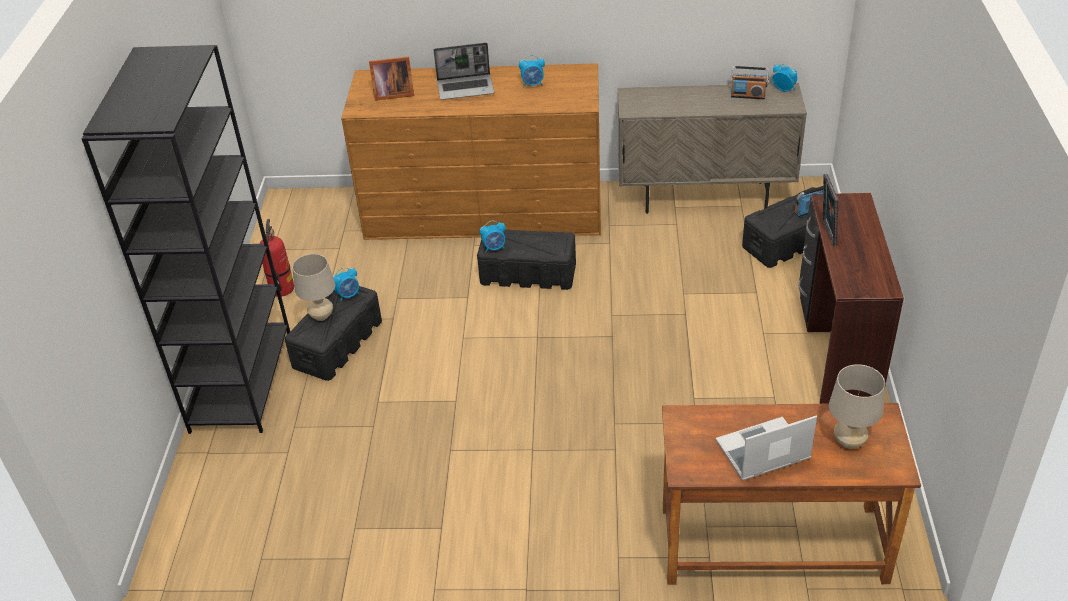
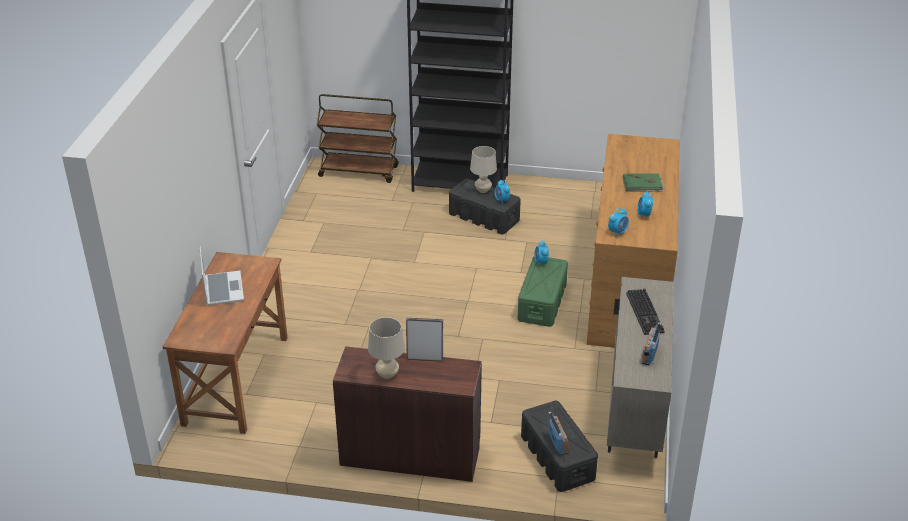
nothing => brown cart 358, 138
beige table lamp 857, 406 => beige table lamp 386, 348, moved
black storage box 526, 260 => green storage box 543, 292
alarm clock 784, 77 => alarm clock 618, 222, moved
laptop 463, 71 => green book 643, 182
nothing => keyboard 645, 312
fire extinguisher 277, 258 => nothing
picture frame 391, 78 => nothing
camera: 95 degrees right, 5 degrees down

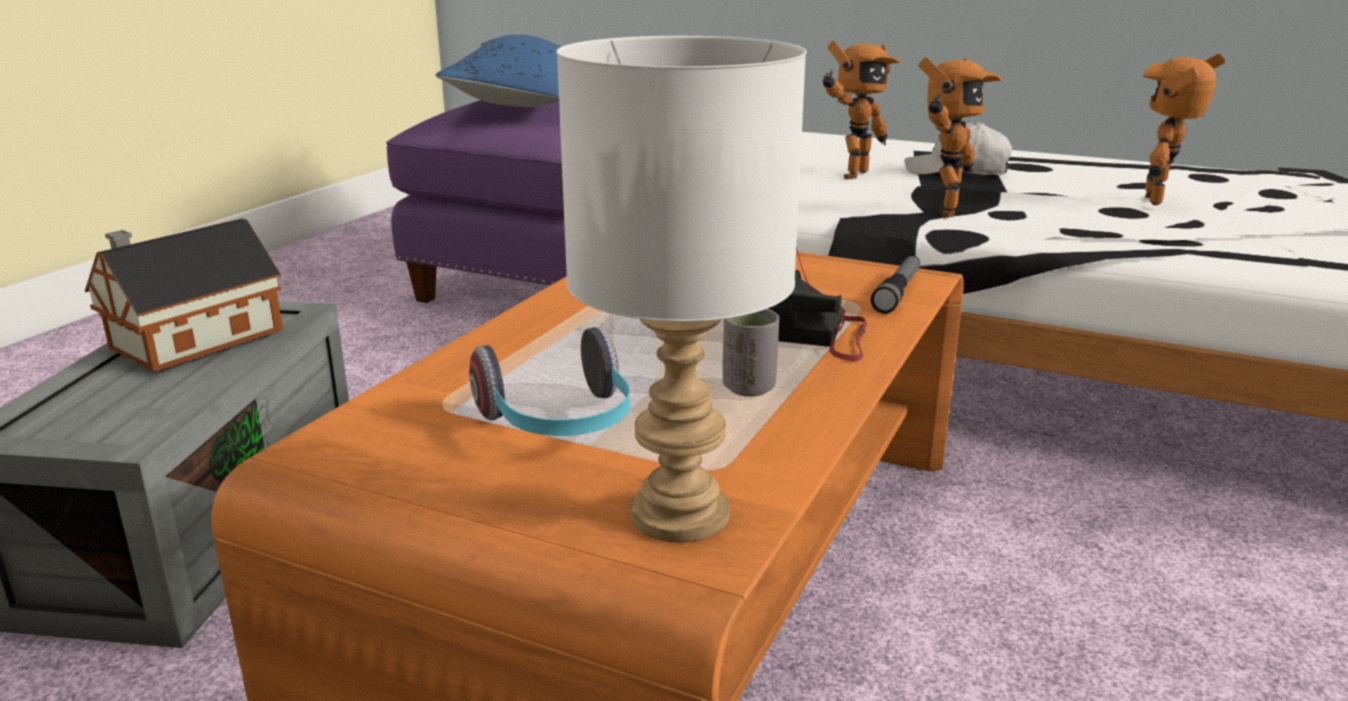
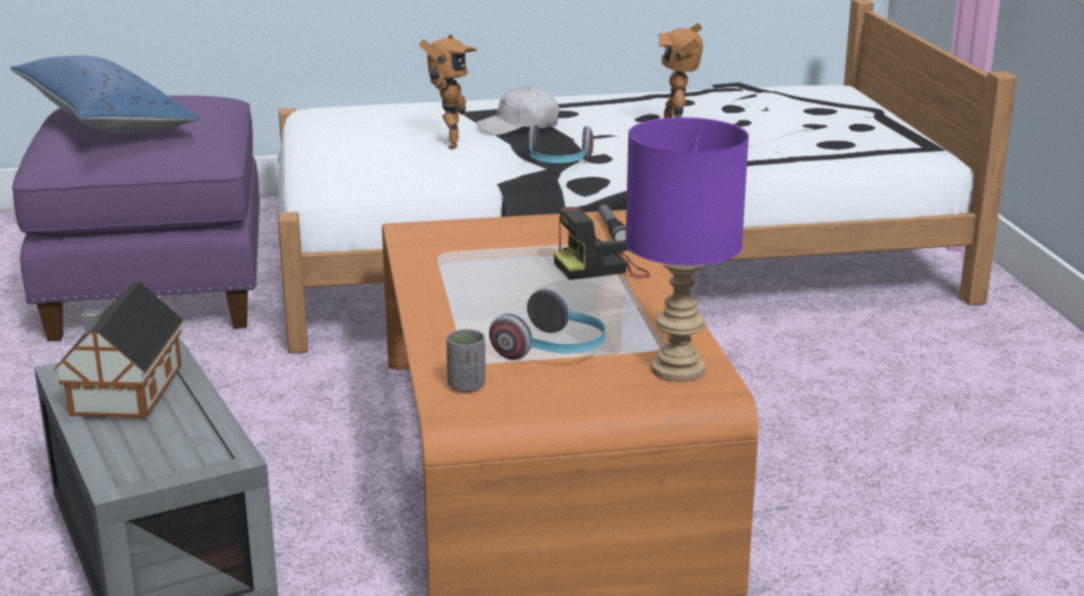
grey cup 751, 353 => grey cup 465, 361, moved
toy robot 960, 138 => headphones 560, 144
white table lamp 681, 289 => purple table lamp 687, 249
camera: 35 degrees left, 0 degrees up

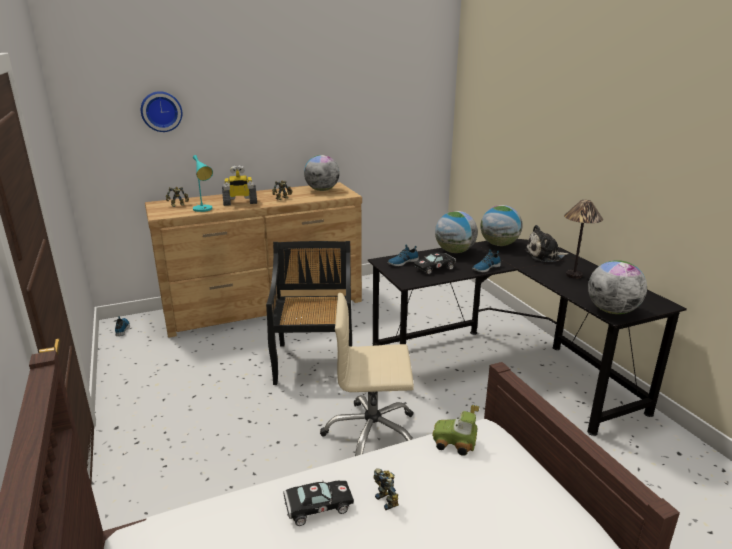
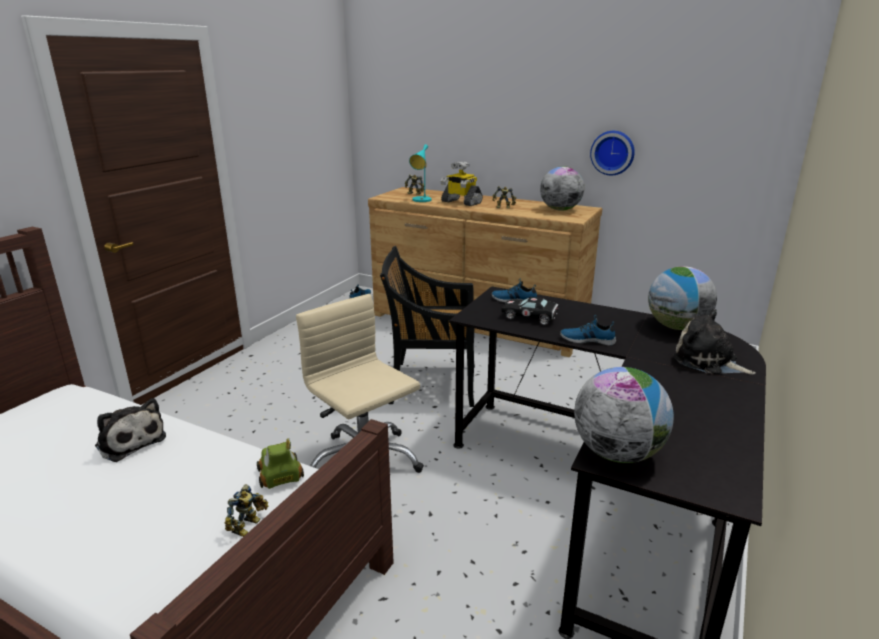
black toy car 318, 503 => plush toy 130, 430
toy robot 386, 489 => toy robot 246, 510, moved
black chair 309, 313 => black chair 427, 326, 135 degrees counterclockwise
wall clock 161, 111 => wall clock 612, 153, moved
globe 456, 232 => nothing
table lamp 583, 239 => nothing
camera: 50 degrees right, 0 degrees up

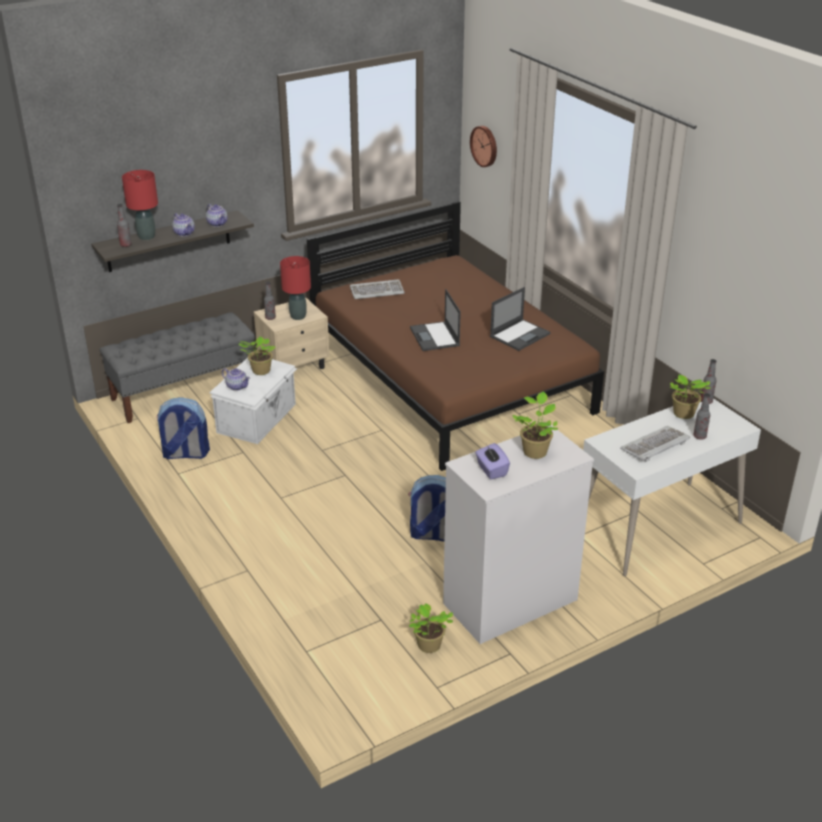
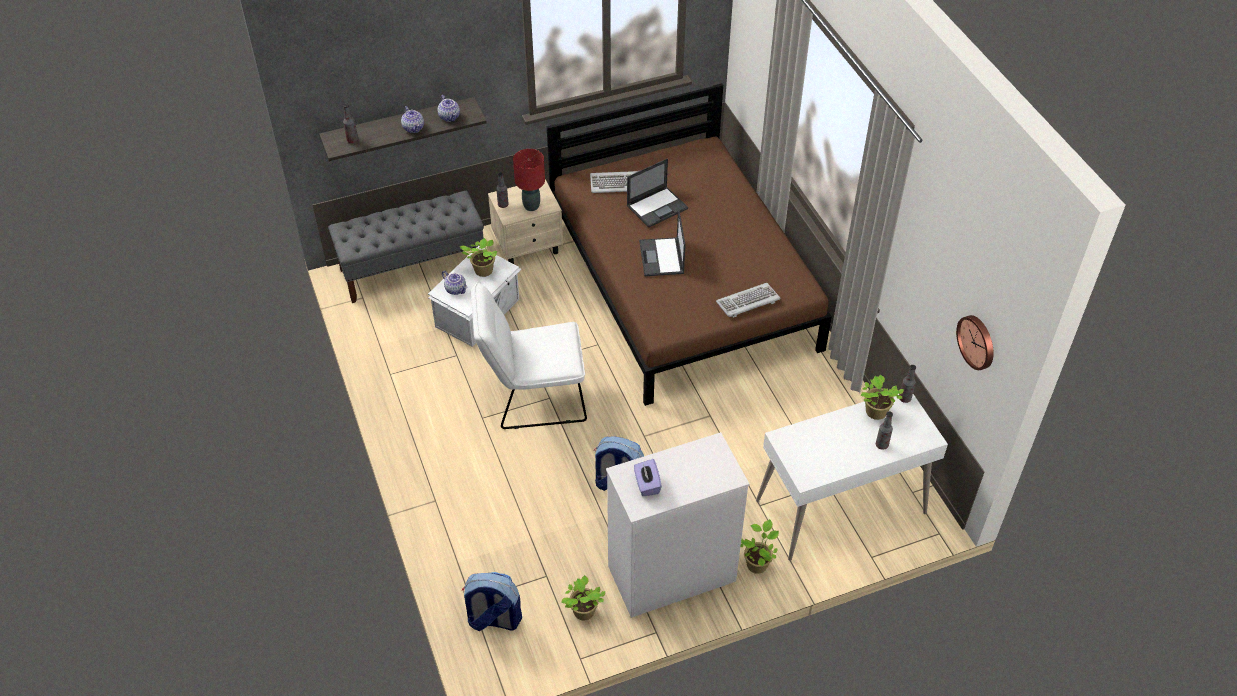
backpack 182, 428 => backpack 492, 601, moved
nothing => white chair 529, 355
laptop 520, 319 => laptop 657, 192, moved
keyboard 655, 444 => keyboard 748, 300, moved
potted plant 535, 425 => potted plant 760, 546, moved
wall clock 483, 146 => wall clock 975, 342, moved
red table lamp 140, 205 => nothing
camera: 10 degrees right, 15 degrees up

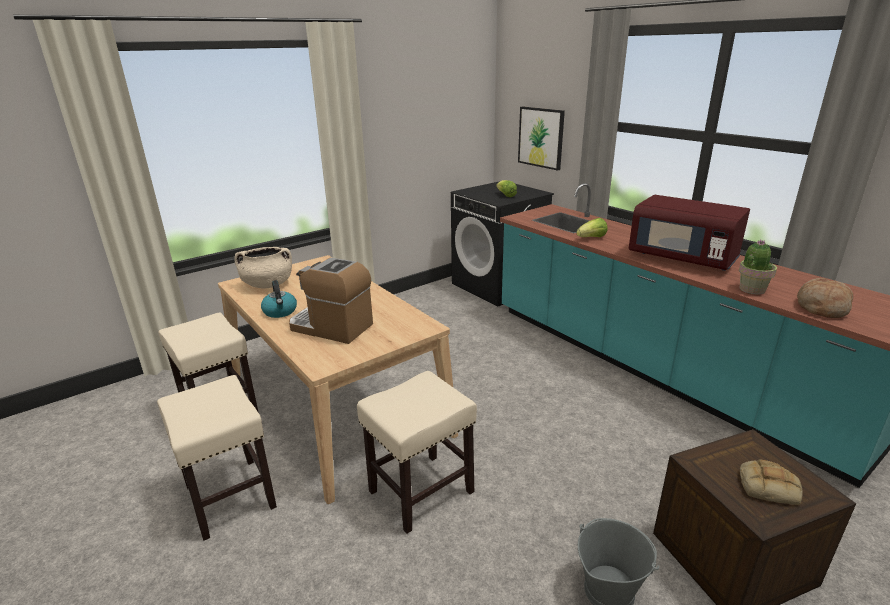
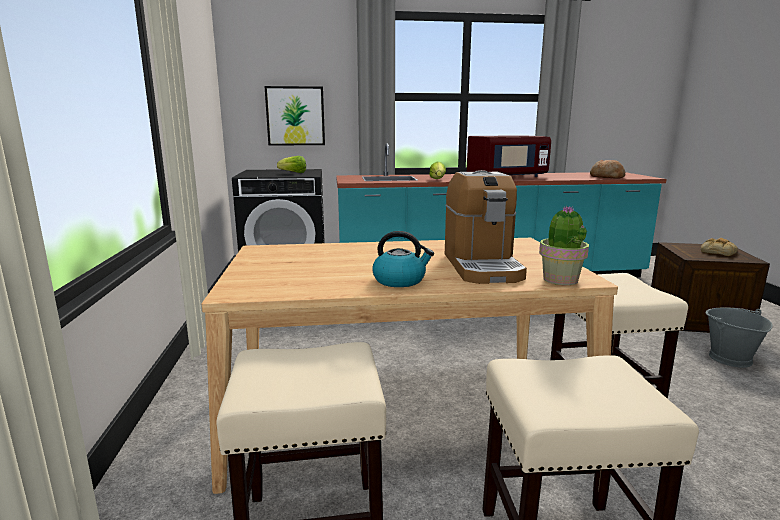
coffee machine 331, 301 => coffee machine 486, 227, 60 degrees counterclockwise
potted plant 758, 267 => potted plant 564, 245, moved
beige cooking pot 263, 267 => nothing
camera: 60 degrees left, 10 degrees down

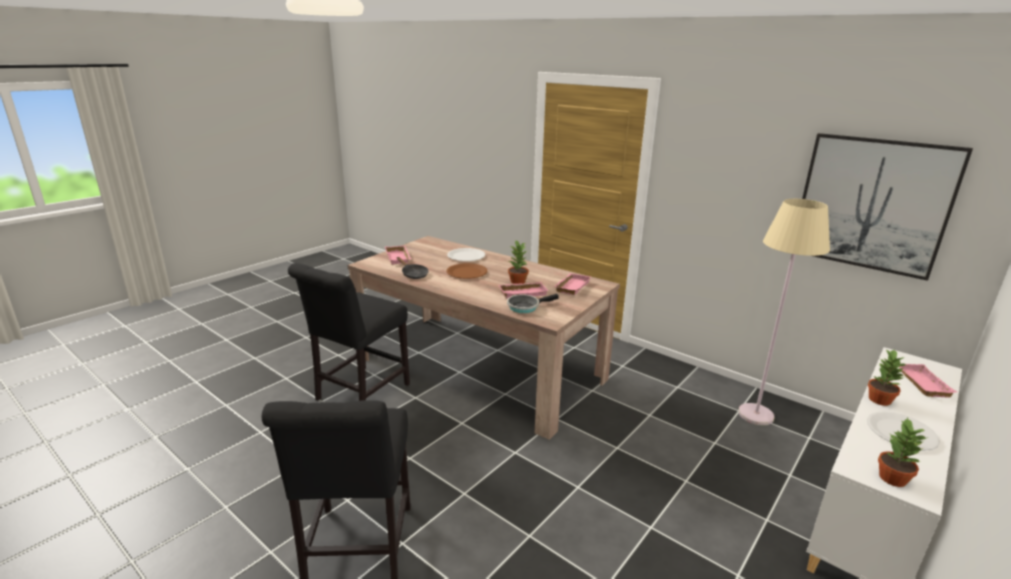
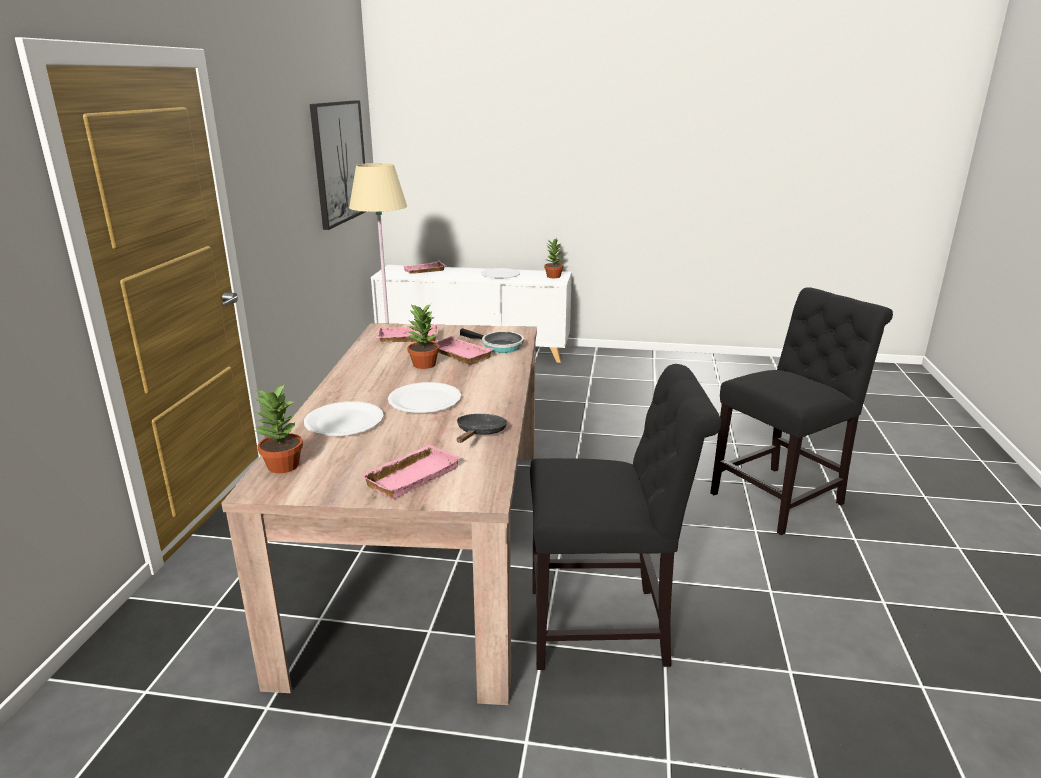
potted plant 887, 377 => potted plant 278, 429, moved
brown plate 467, 271 => white plate 425, 397
camera: 120 degrees left, 0 degrees up

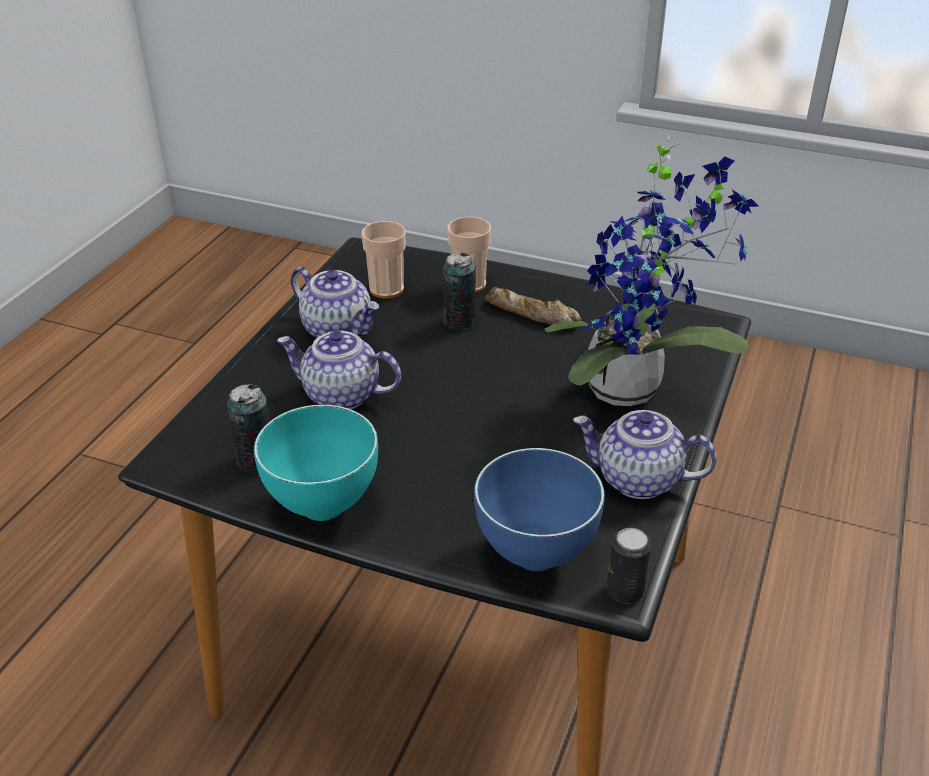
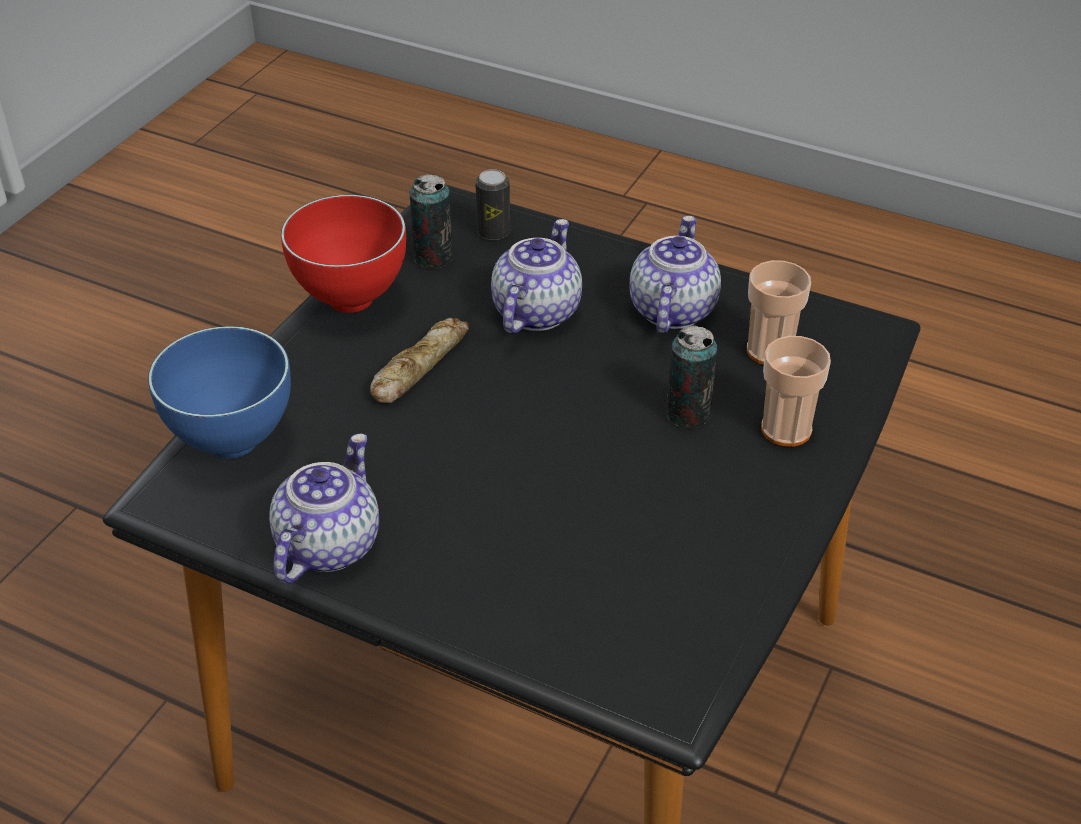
turquoise bowl 316, 462 => red bowl 343, 254
bread 533, 308 => bread 419, 360, moved
can 629, 565 => can 492, 204, moved
teapot 335, 302 => teapot 675, 274, 150 degrees clockwise
potted plant 652, 270 => nothing
camera: 95 degrees right, 5 degrees up

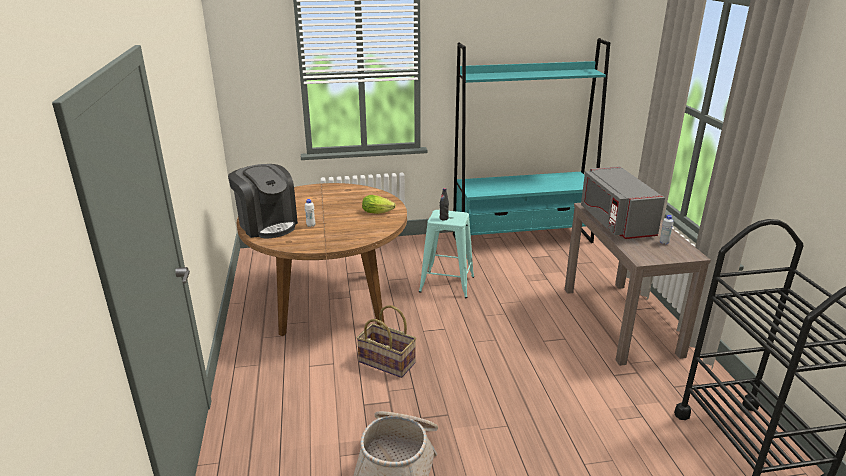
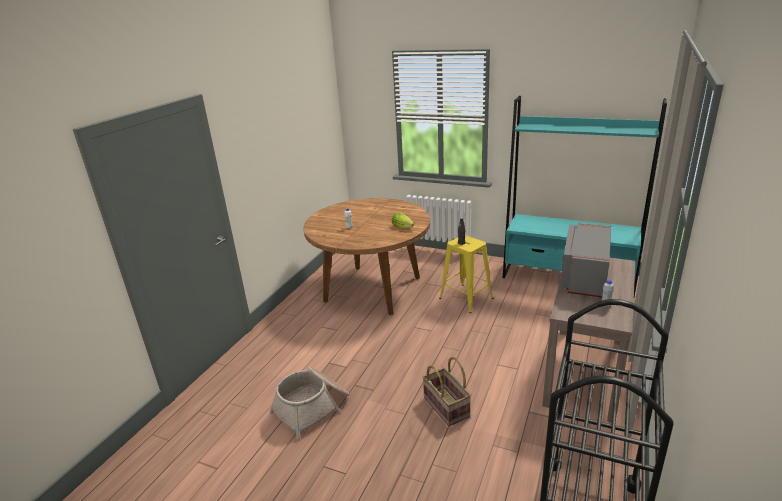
basket 386, 341 => basket 446, 391, moved
turquoise stool 446, 254 => yellow stool 466, 274
coffee machine 263, 201 => nothing
camera: 35 degrees right, 0 degrees up

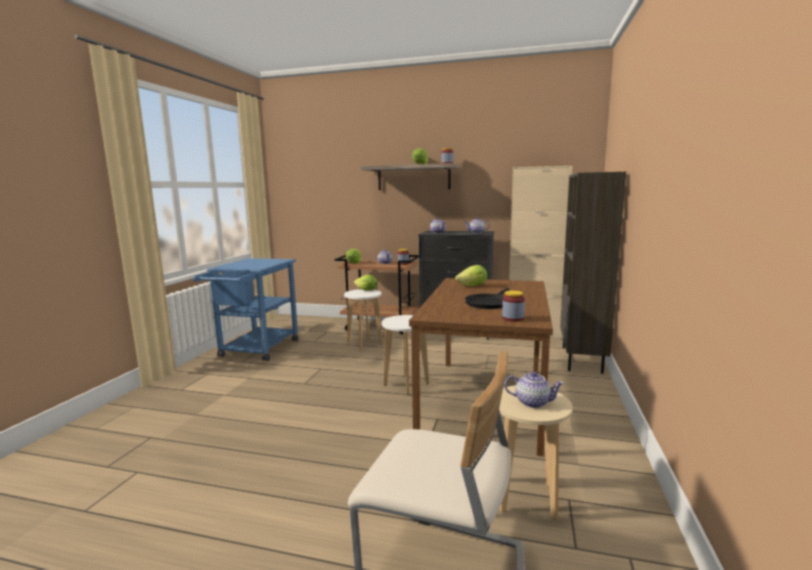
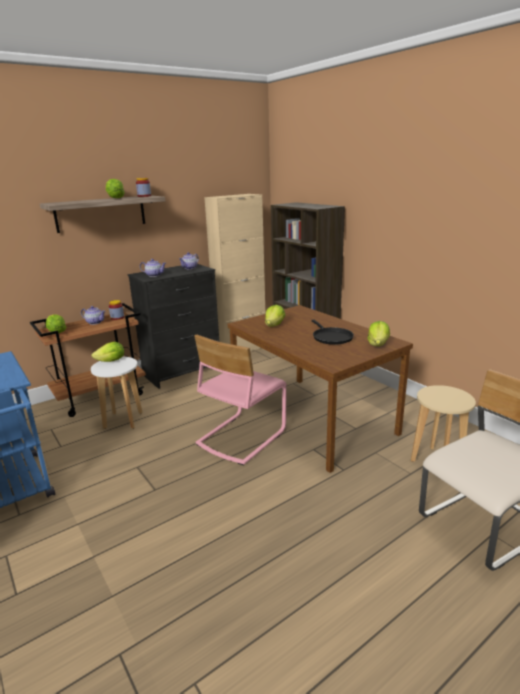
white stool 405, 355 => pink chair 240, 400
jar 513, 306 => lettuce 378, 333
teapot 534, 389 => nothing
camera: 50 degrees left, 10 degrees up

